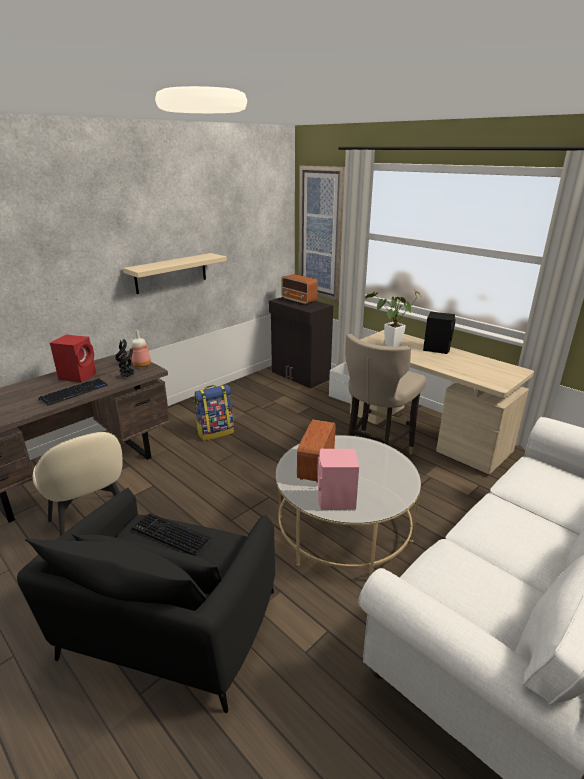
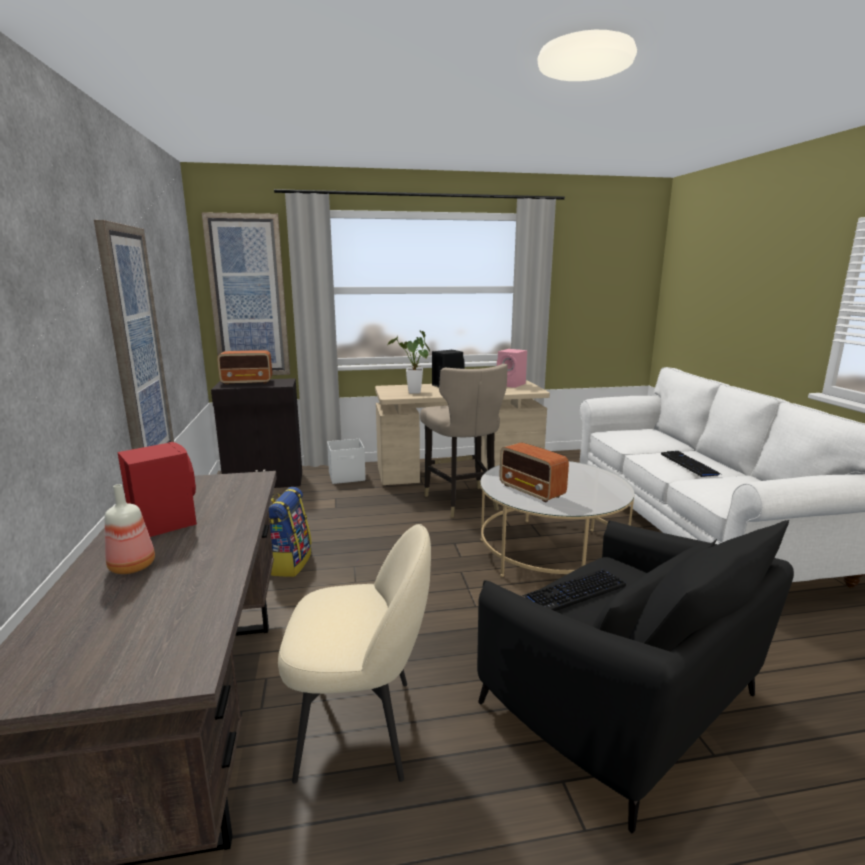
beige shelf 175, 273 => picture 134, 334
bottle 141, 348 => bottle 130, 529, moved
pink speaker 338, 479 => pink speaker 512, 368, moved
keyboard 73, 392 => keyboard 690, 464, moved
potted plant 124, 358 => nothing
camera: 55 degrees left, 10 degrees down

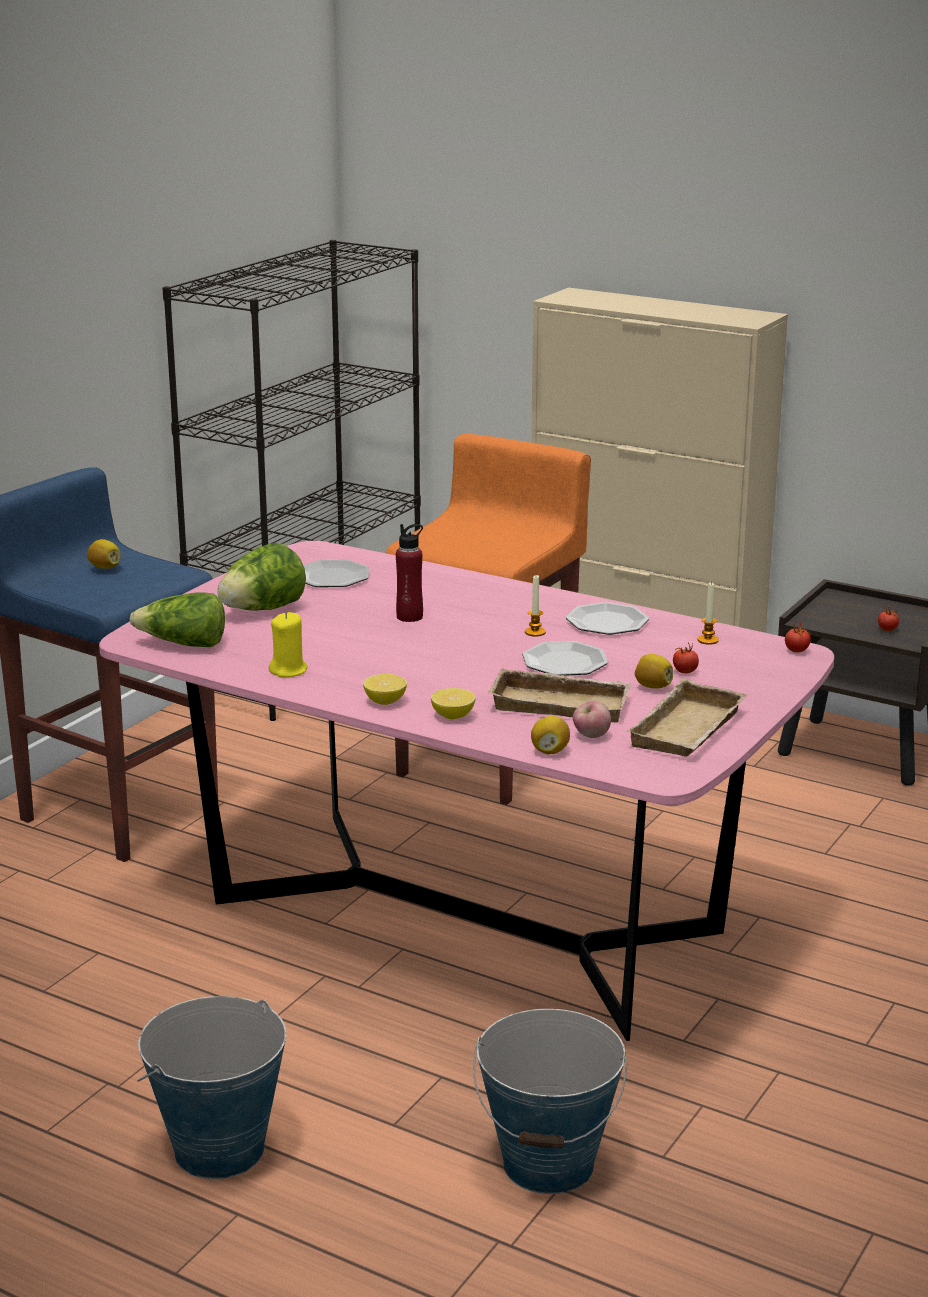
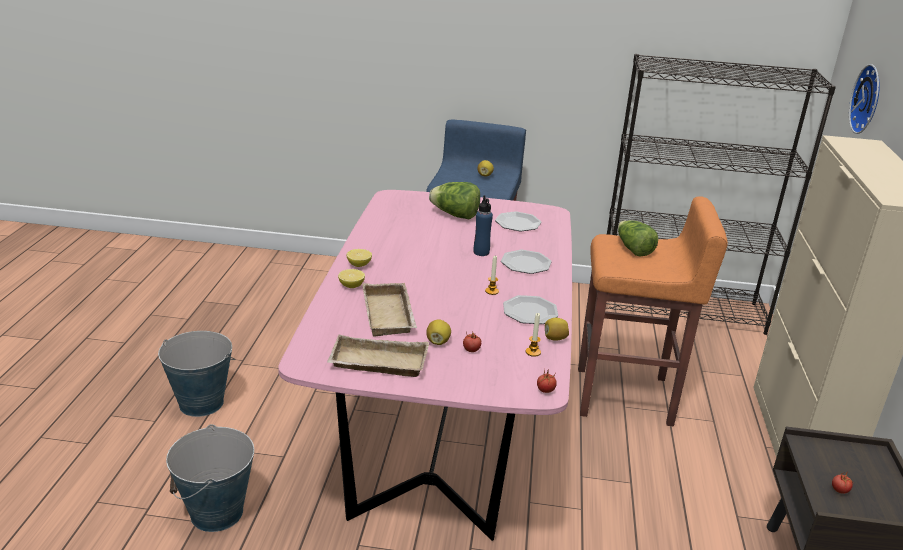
red bottle 409, 573 => blue bottle 483, 225
plate 565, 658 => plate 526, 262, moved
lemon 550, 735 => lemon 557, 329, moved
lettuce 177, 619 => lettuce 638, 238, moved
nothing => wall clock 864, 99
yellow candle 288, 645 => nothing
apple 592, 719 => nothing
camera: 65 degrees right, 5 degrees up

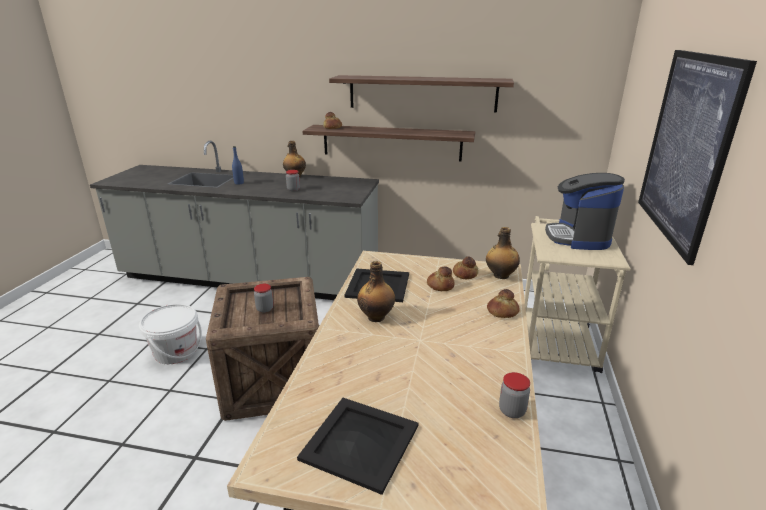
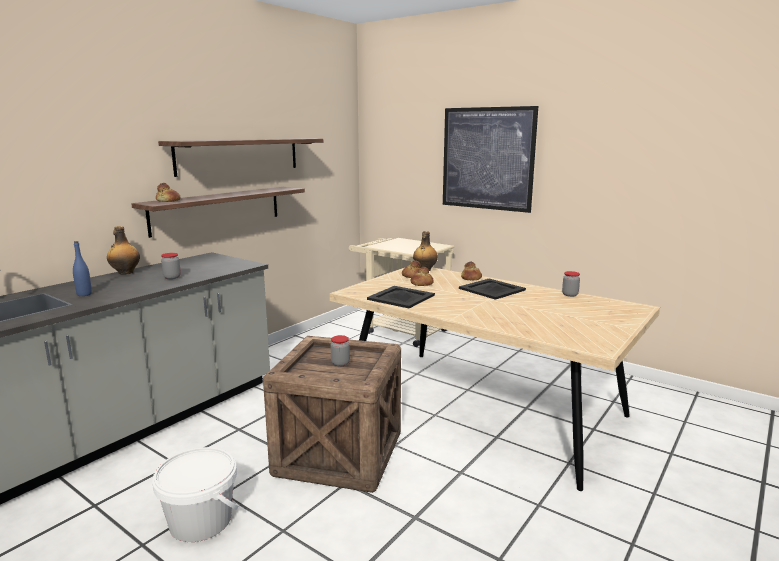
black tray 357, 446 => black tray 492, 289, moved
bottle 376, 291 => nothing
coffee machine 585, 211 => nothing
camera: 65 degrees left, 10 degrees down

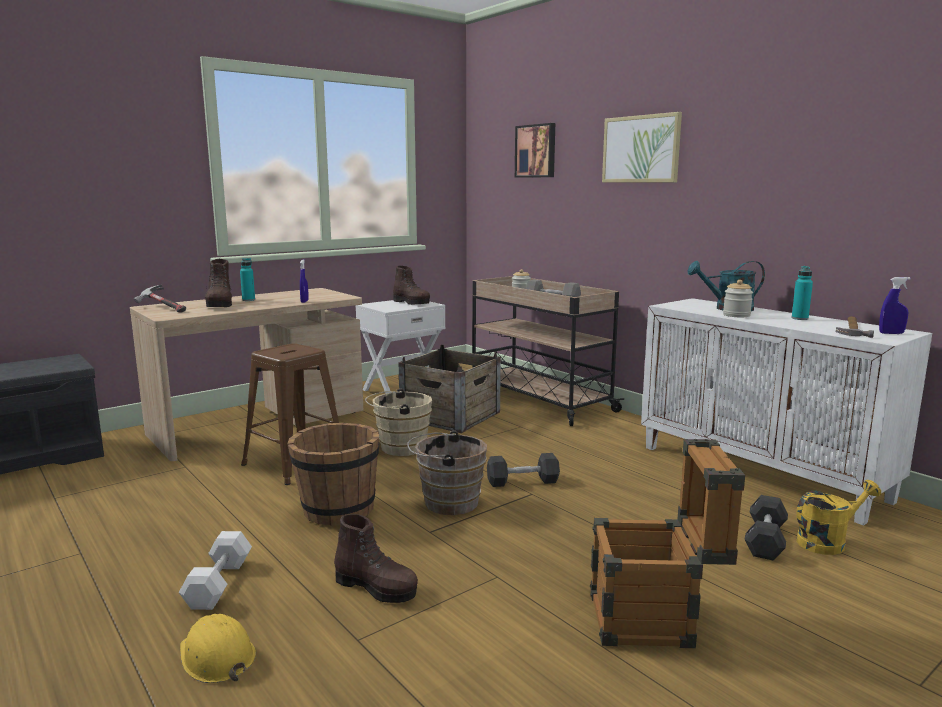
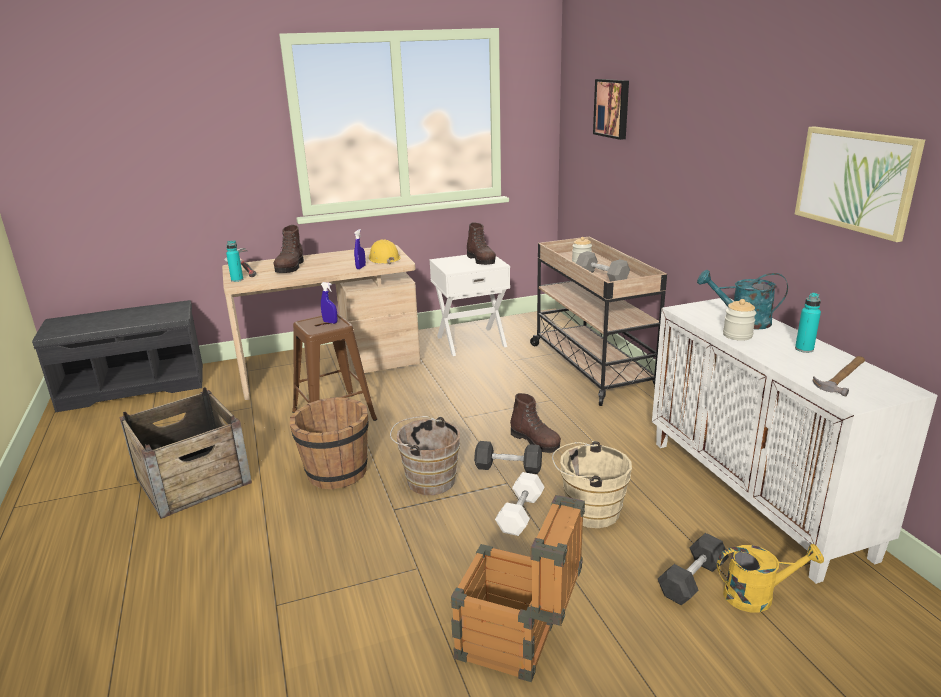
crate 450, 389 => crate 185, 453, moved
turquoise bottle 247, 279 => turquoise bottle 234, 261, moved
blue spray bottle 894, 305 => blue spray bottle 329, 303, moved
yellow hard hat 218, 648 => yellow hard hat 385, 252, moved
white dumbbell 215, 570 => white dumbbell 520, 504, moved
brown boot 376, 558 => brown boot 535, 423, moved
beige bucket 398, 422 => beige bucket 592, 484, moved
picture 642, 147 => picture 860, 184, moved
camera: 20 degrees right, 10 degrees up

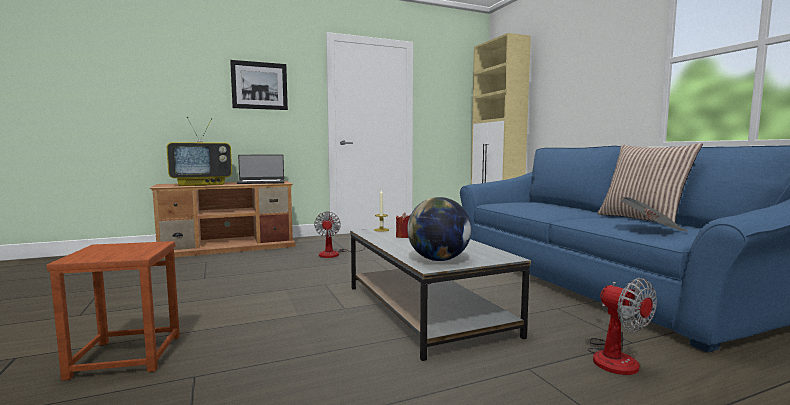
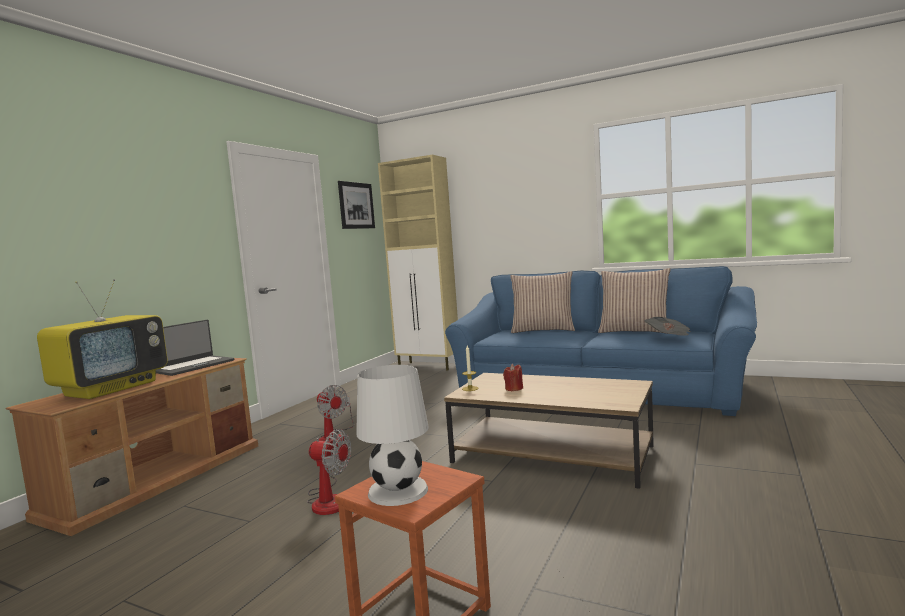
fan 622, 326 => fan 329, 472, moved
picture 259, 85 => picture 356, 205, moved
nothing => white table lamp 392, 435
grey coffee table 440, 294 => brown coffee table 549, 431
nothing => pillow 543, 302
globe 439, 229 => nothing
camera: 40 degrees left, 0 degrees up

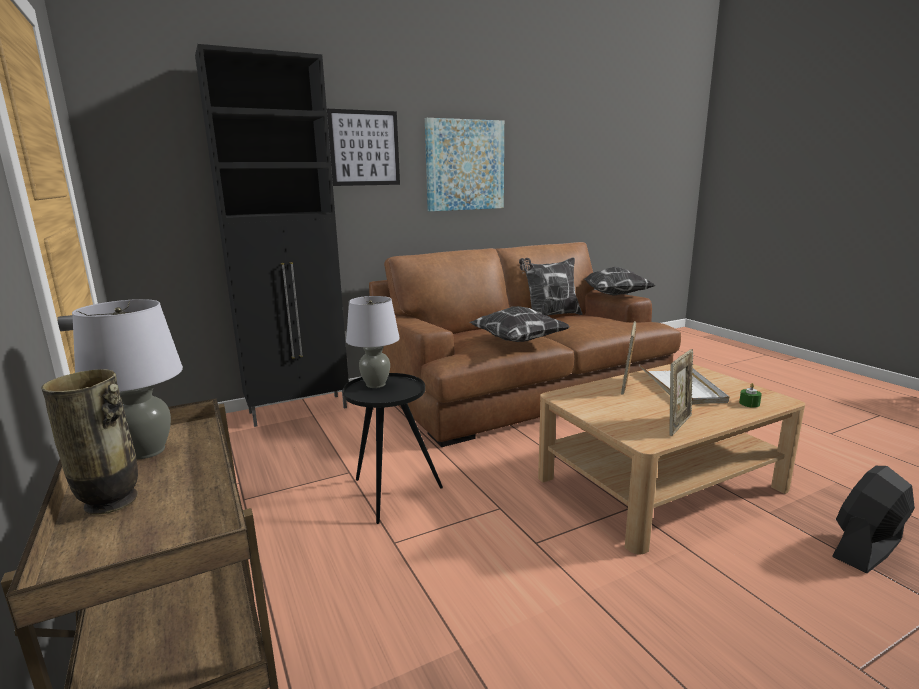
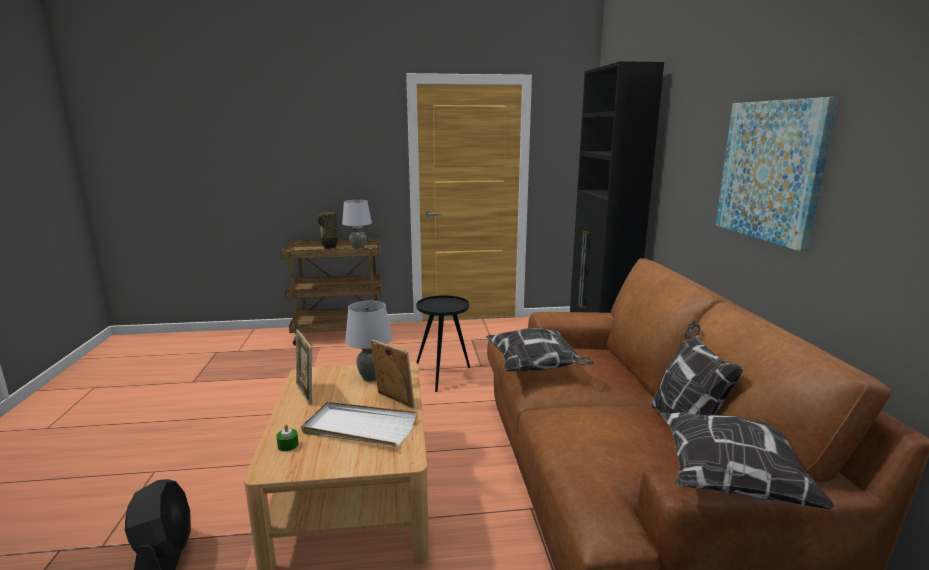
grey table lamp 373, 342 => grey table lamp 368, 341, moved
picture 363, 147 => nothing
camera: 110 degrees right, 0 degrees up

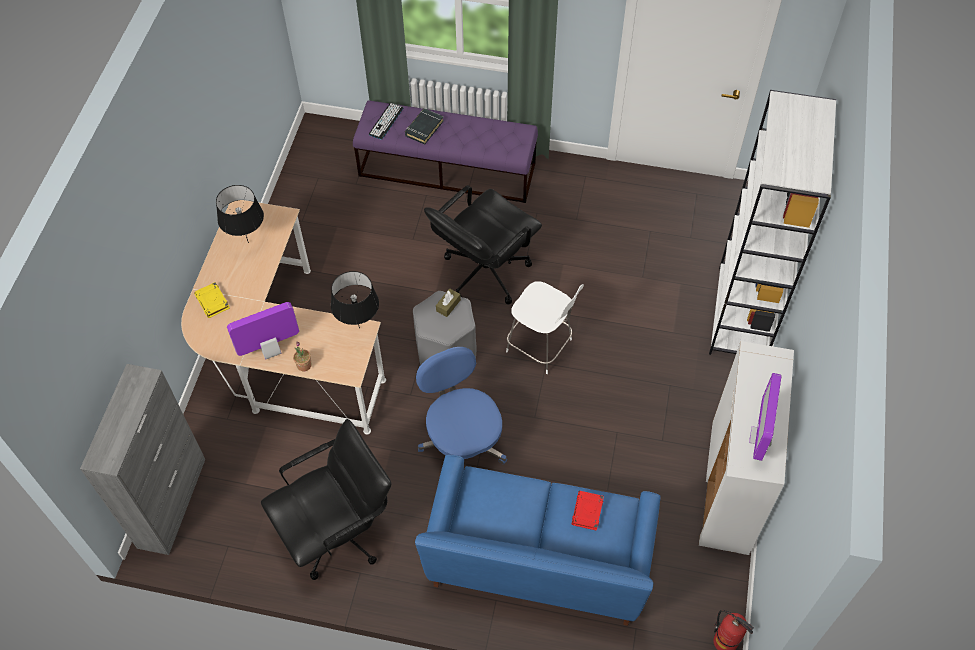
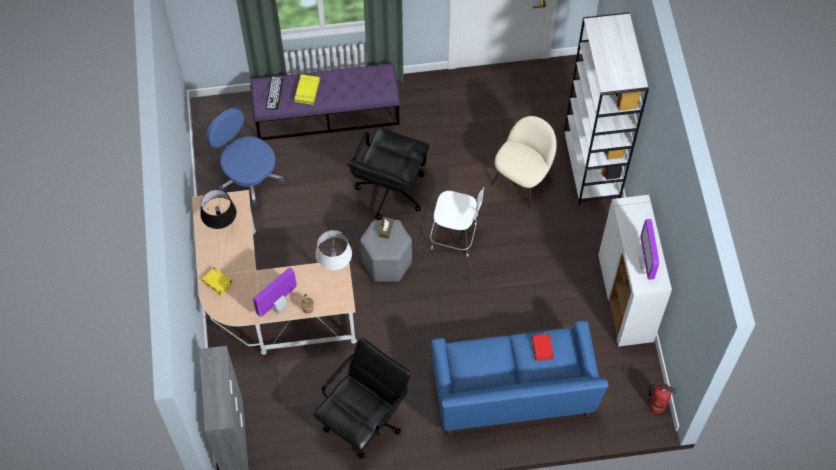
blue office chair 461, 405 => blue office chair 245, 157, moved
black book 424, 126 => yellow book 307, 89
black table lamp 355, 299 => white table lamp 334, 250
nothing => beige chair 524, 162
camera: 20 degrees left, 5 degrees up

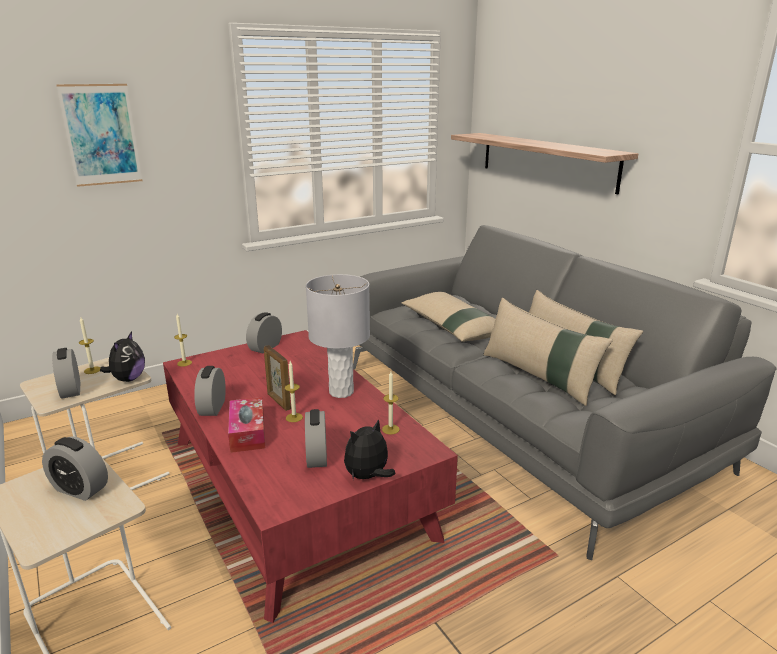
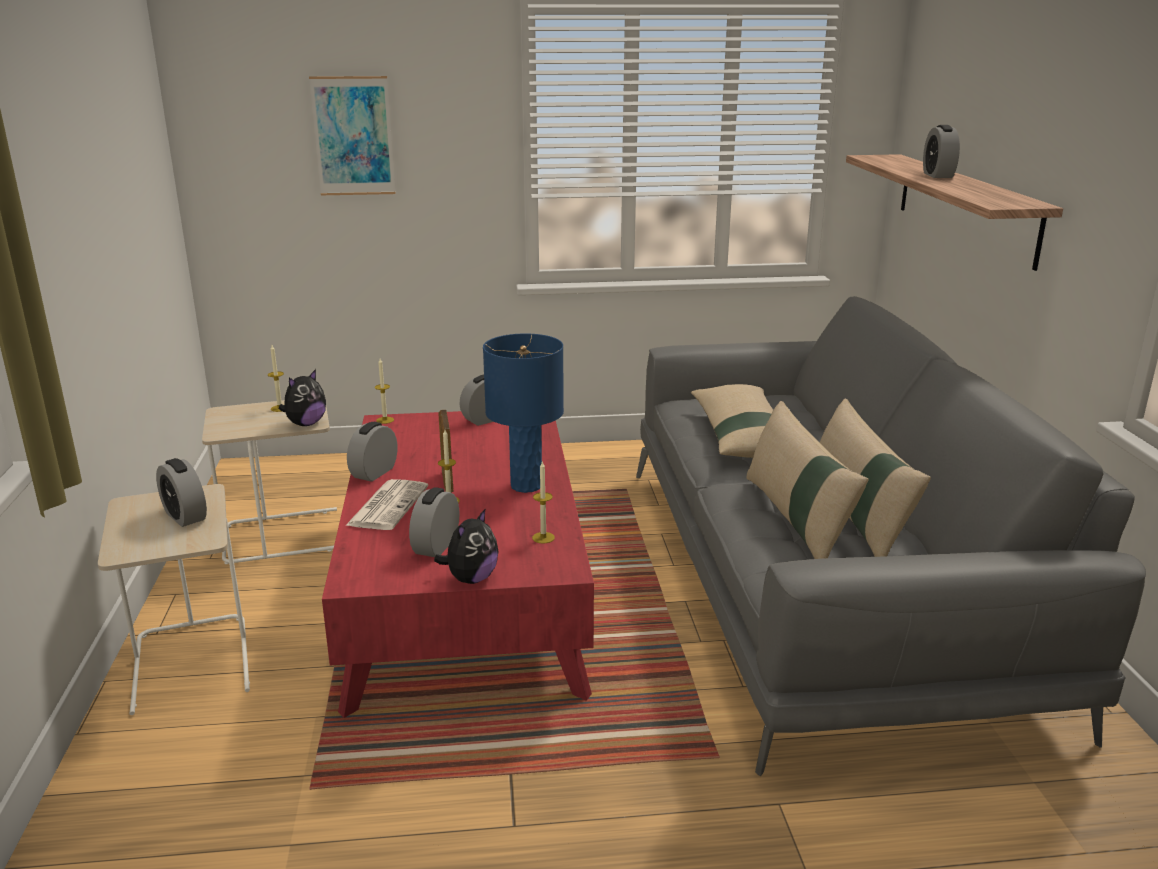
tissue box 246, 425 => newspaper 386, 504
plush toy 369, 450 => plush toy 466, 546, 135 degrees clockwise
grey table lamp 338, 336 => blue table lamp 523, 413
alarm clock 66, 373 => alarm clock 941, 151, moved
camera: 25 degrees right, 0 degrees up

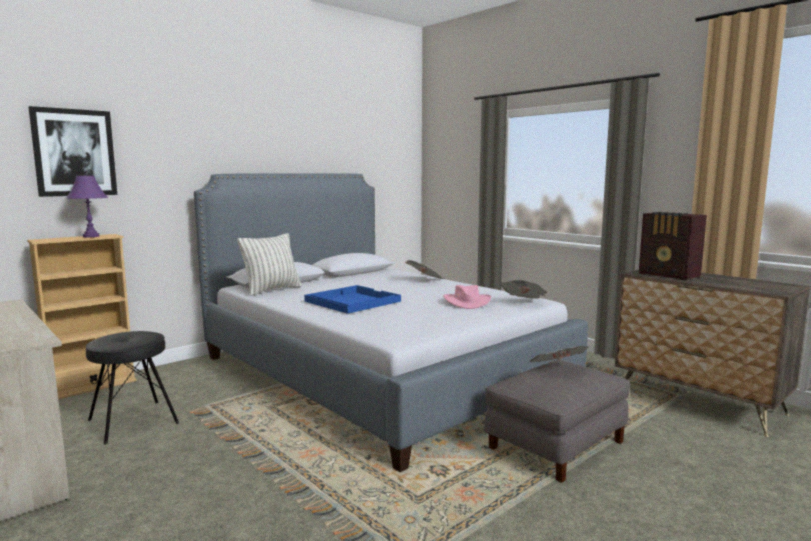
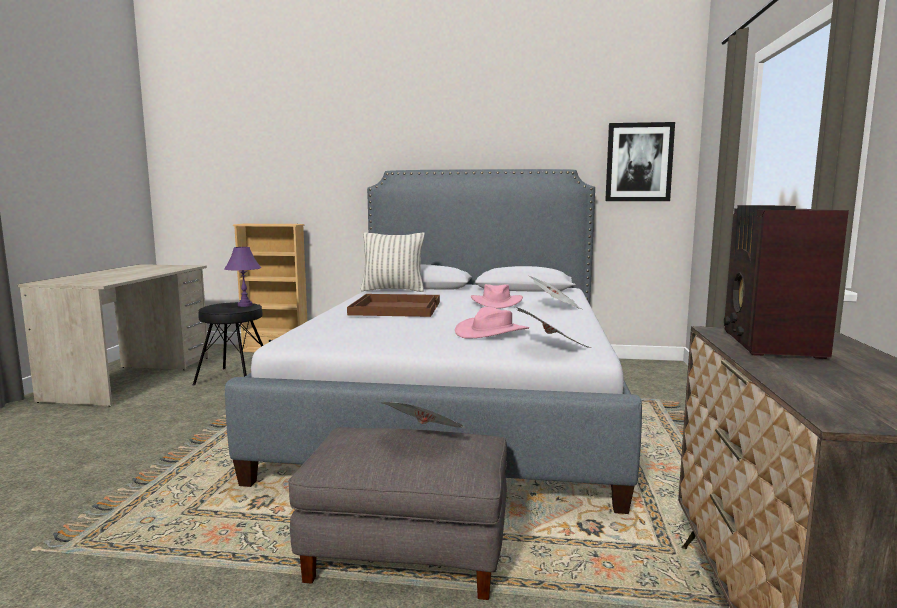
purple table lamp 87, 206 => purple table lamp 242, 277, moved
blue tray 352, 299 => brown tray 393, 305
nothing => pink hat 497, 296
picture 73, 151 => picture 640, 161, moved
camera: 50 degrees right, 0 degrees up

